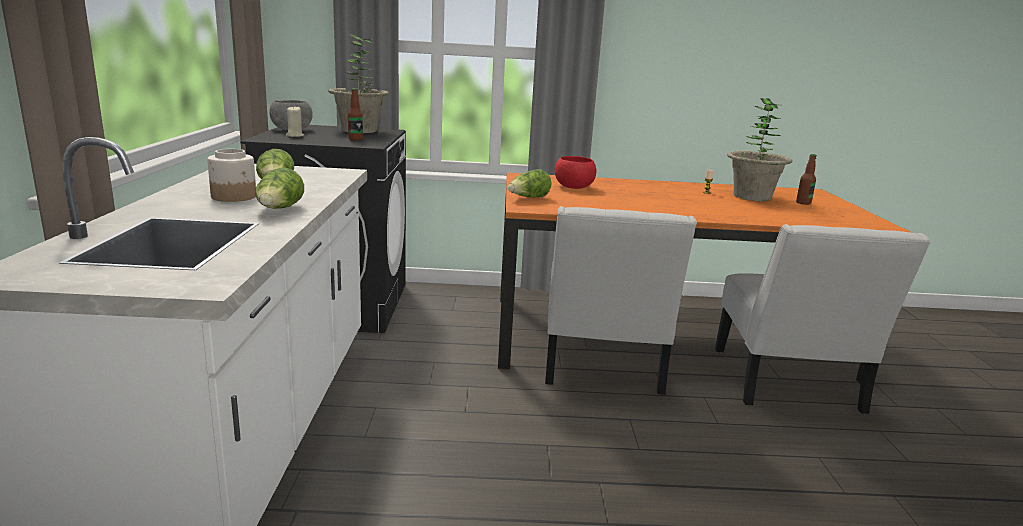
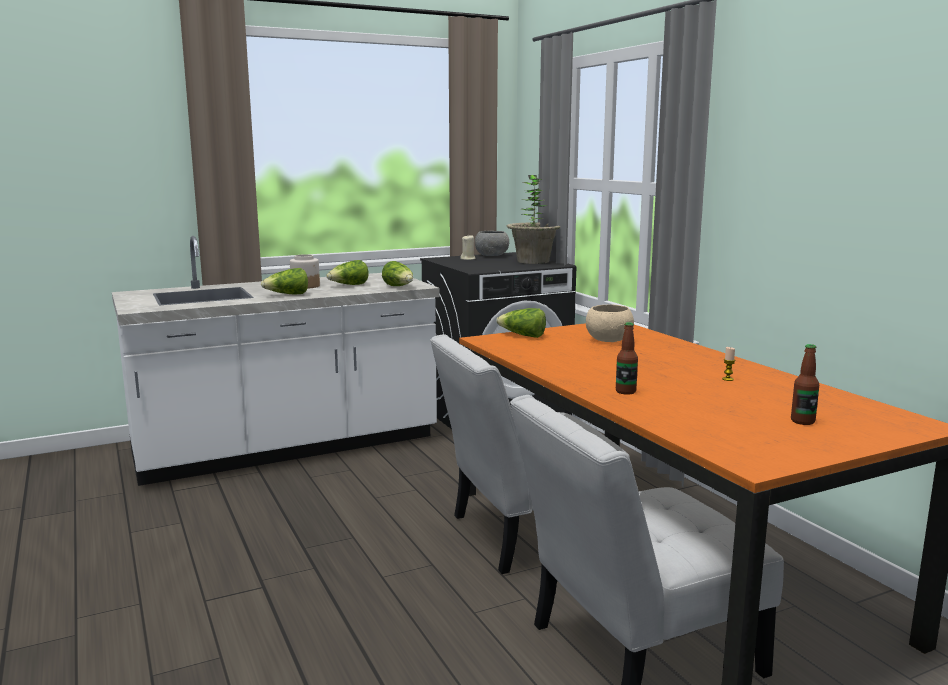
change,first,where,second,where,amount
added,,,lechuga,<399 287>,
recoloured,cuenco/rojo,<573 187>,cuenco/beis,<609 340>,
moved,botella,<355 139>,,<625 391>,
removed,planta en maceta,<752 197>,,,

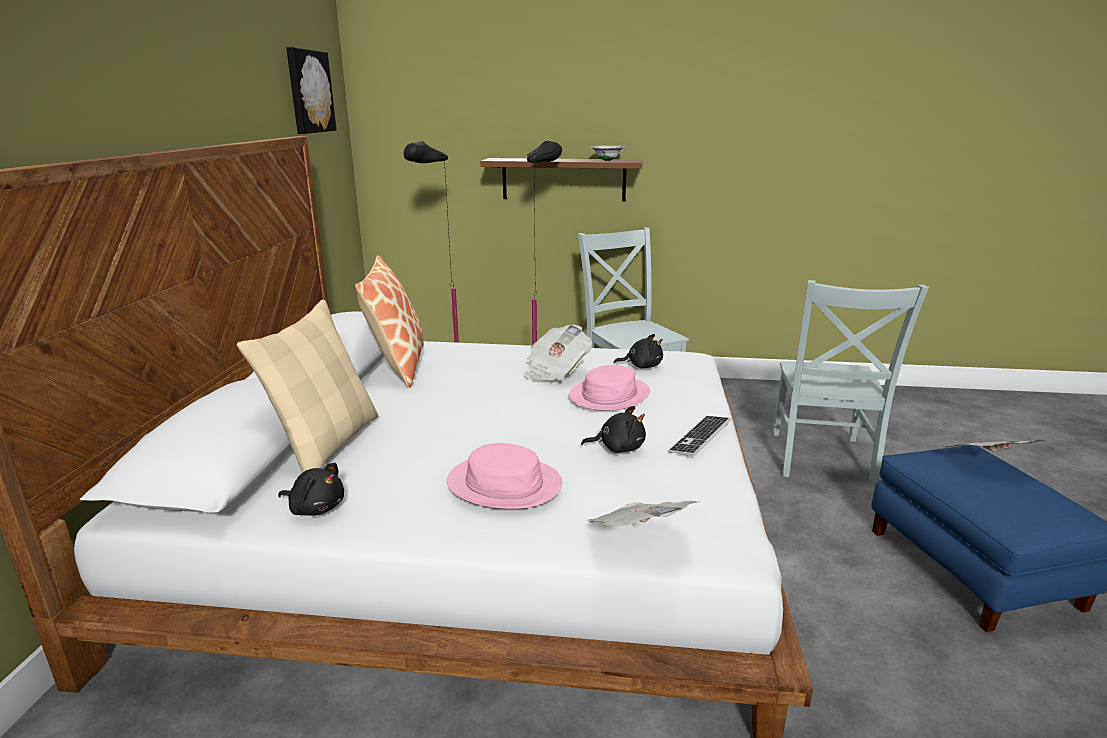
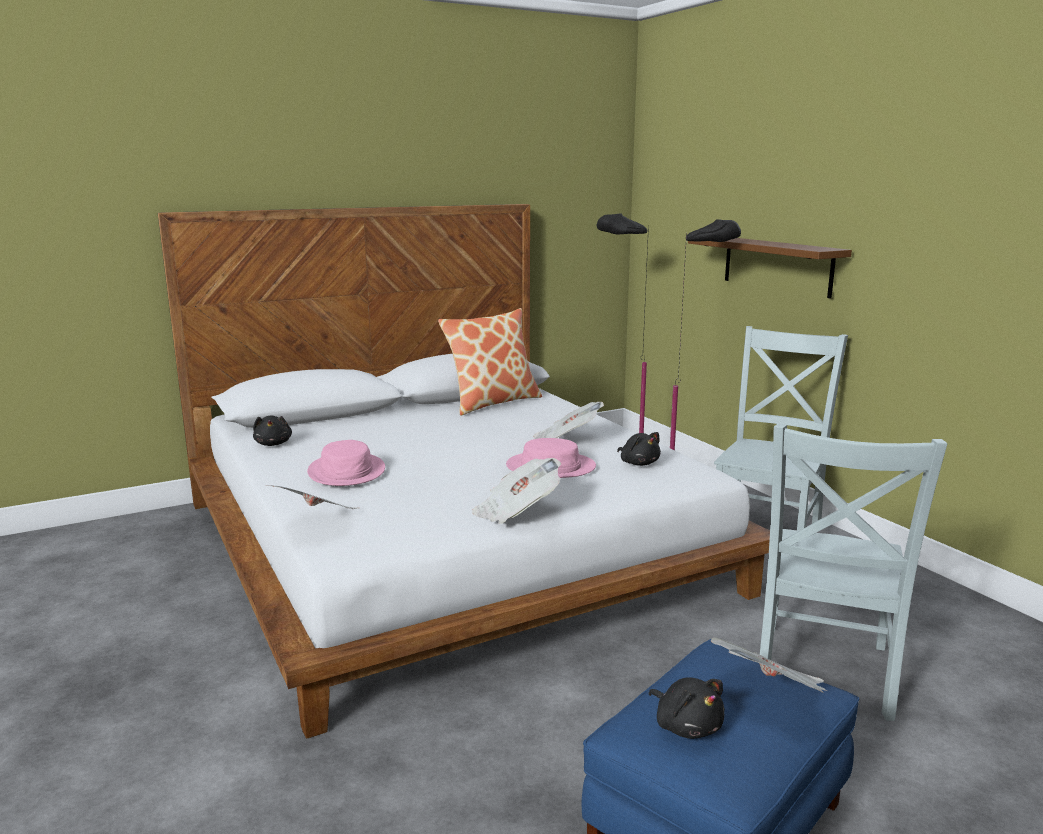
change,first,where,second,where,amount
replaced,teclado,<700 437>,periódico,<516 512>,
moved,peluche/negro,<618 448>,,<686 726>,
turned,silla/gris,<821 459>,,<822 673>,45 degrees counterclockwise
removed,cojín/beis,<327 444>,,,
removed,cuadro,<309 91>,,,
removed,cuenco/blanco,<607 160>,,,

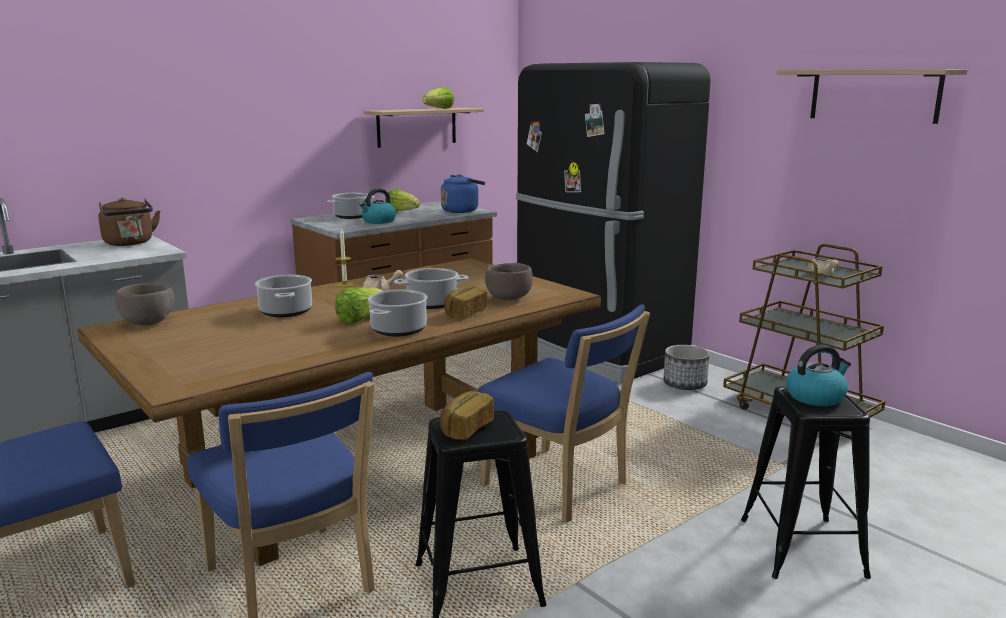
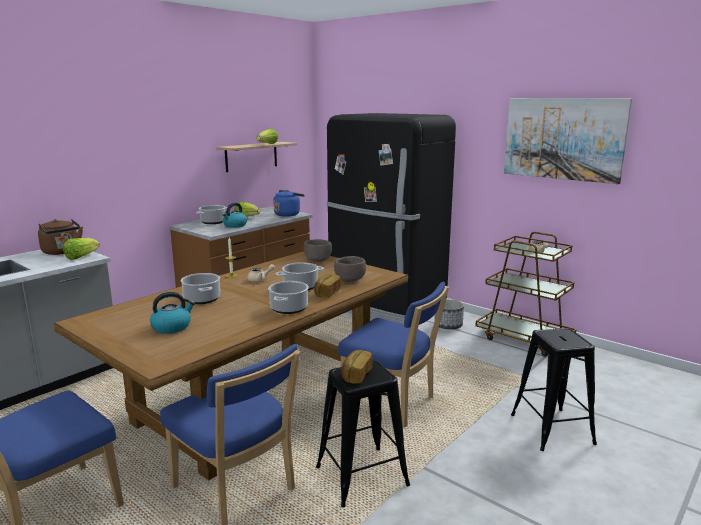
change,first,where,second,where,amount
moved,lechuga,<361 319>,,<81 257>,
moved,hervidor,<815 397>,,<172 327>,
moved,cuenco/marrón,<148 323>,,<318 261>,
replaced,estante,<873 95>,cuadro,<563 139>,

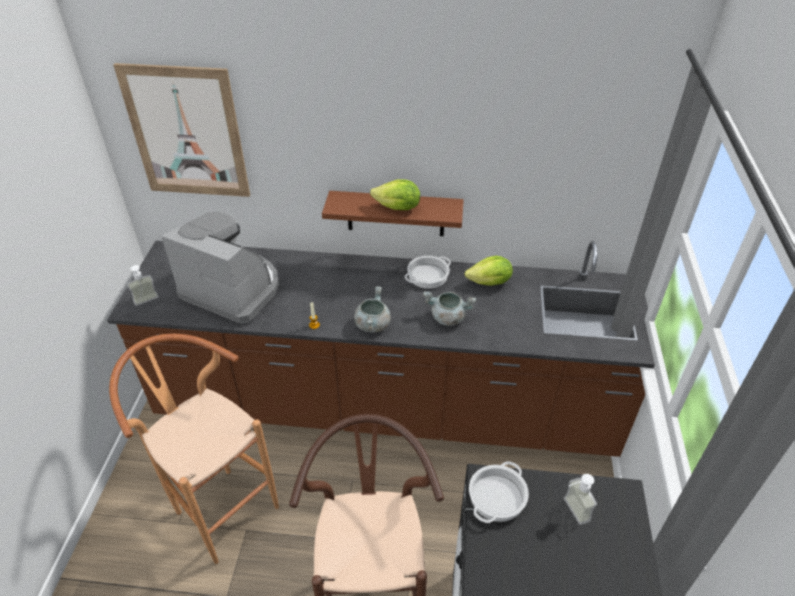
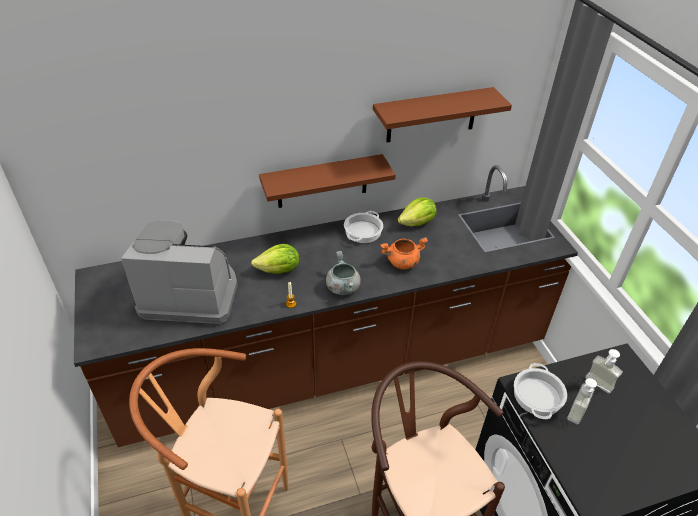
change,first,where,second,where,amount
moved,lechuga,<398 208>,,<279 270>,
added,,,estante/marrón,<432 115>,
recoloured,olla/gris,<447 318>,olla/naranja,<402 262>,
moved,dispensador de jabón,<147 302>,,<582 415>,
removed,cuadro,<187 133>,,,

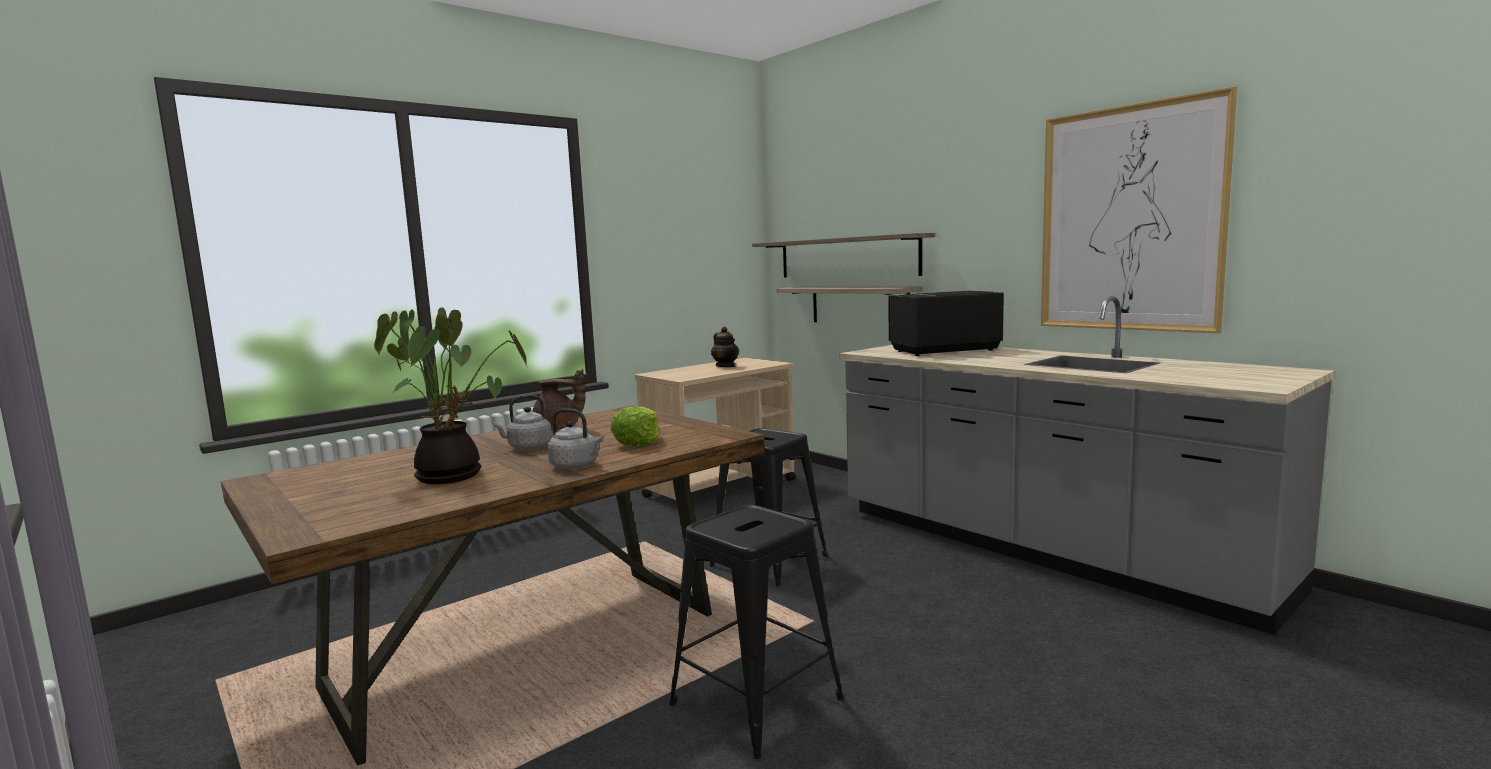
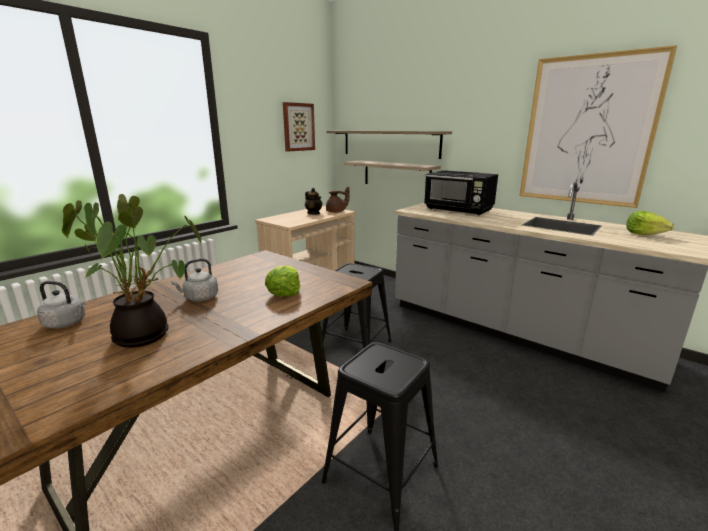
change,first,where,second,where,amount
moved,hervidor/gris,<576 466>,,<67 323>,
added,,,cuadro,<298 127>,
moved,tetera/marrón,<558 428>,,<336 212>,
turned,microondas/negro,<942 350>,,<459 210>,120 degrees counterclockwise
added,,,lechuga,<644 234>,

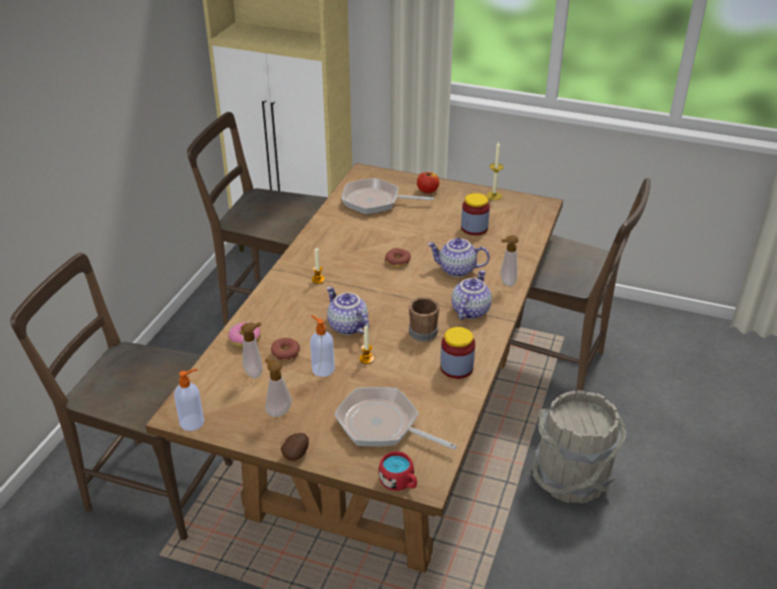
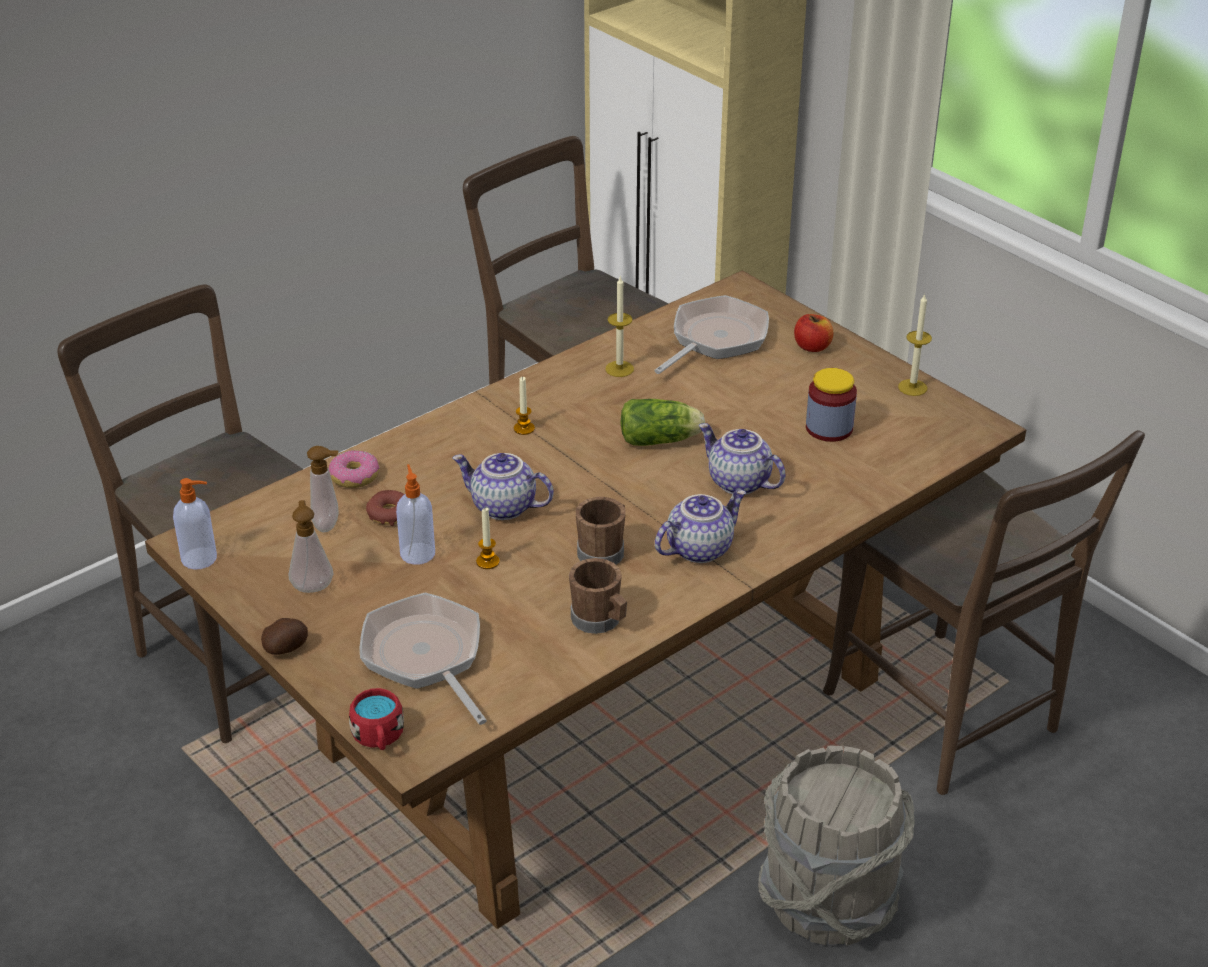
change,first,where,second,where,amount
turned,tetera,<346 326>,,<502 507>,60 degrees counterclockwise
replaced,tarro,<456 368>,taza grande/marrón,<599 621>,
added,,,vela,<619 369>,
replaced,rosquilla,<398 261>,lechuga,<662 440>,
turned,sartén,<375 201>,,<715 339>,90 degrees clockwise
removed,dispensador de jabón,<506 282>,,,

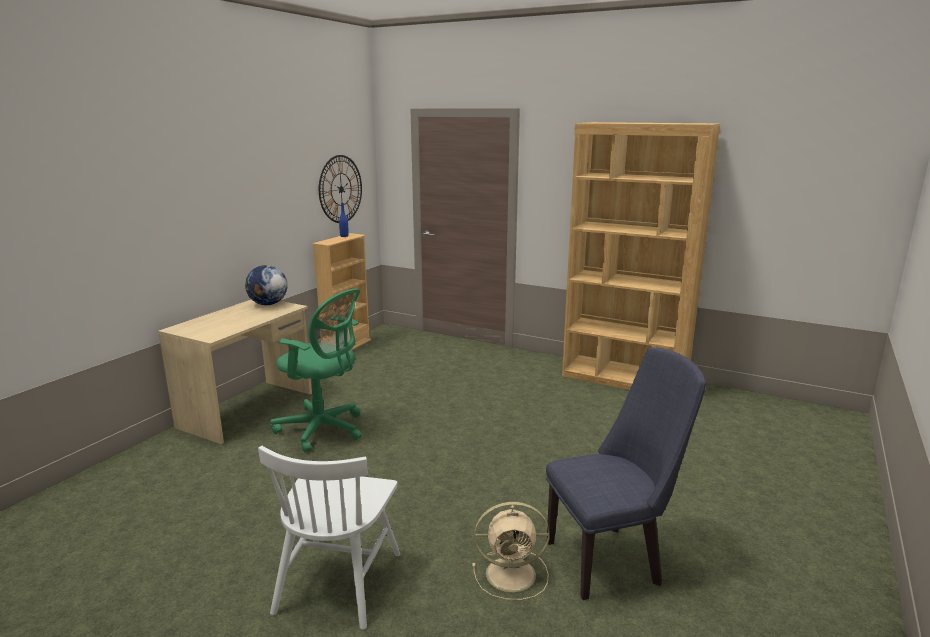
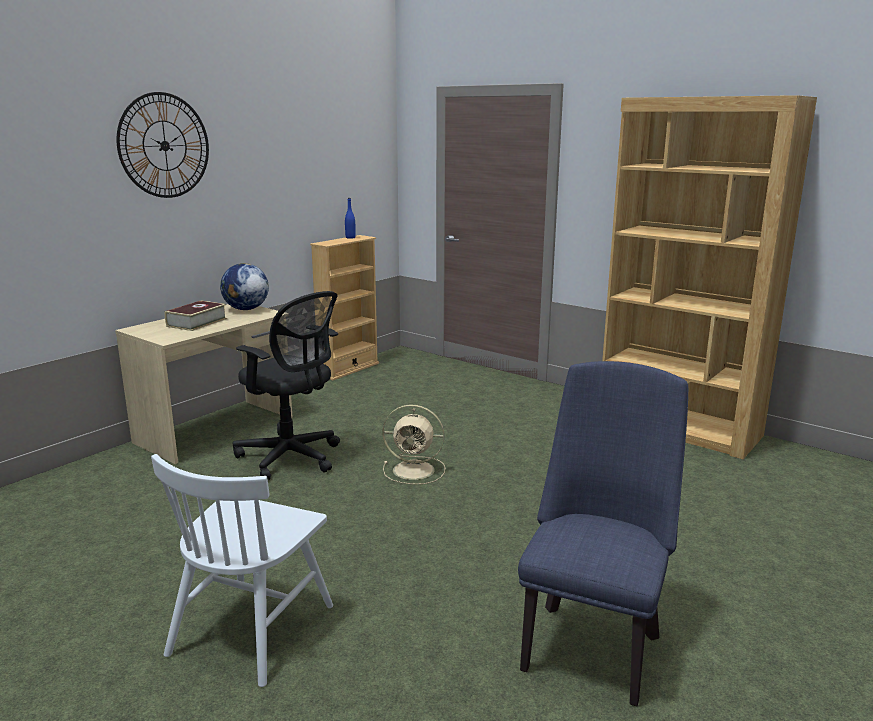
change,first,where,second,where,amount
moved,reloj de pared,<341 189>,,<164 145>,
added,,,libro,<197 322>,
recoloured,silla de oficina/verde,<323 430>,silla de oficina/negro,<292 458>,
moved,ventilador/beis,<513 574>,,<415 470>,
turned,silla/azul,<611 559>,,<592 643>,60 degrees counterclockwise

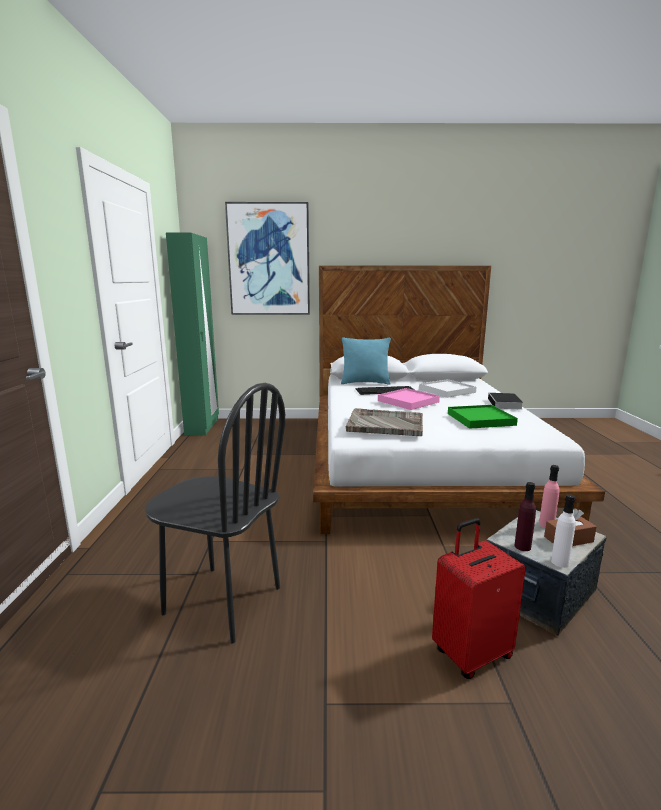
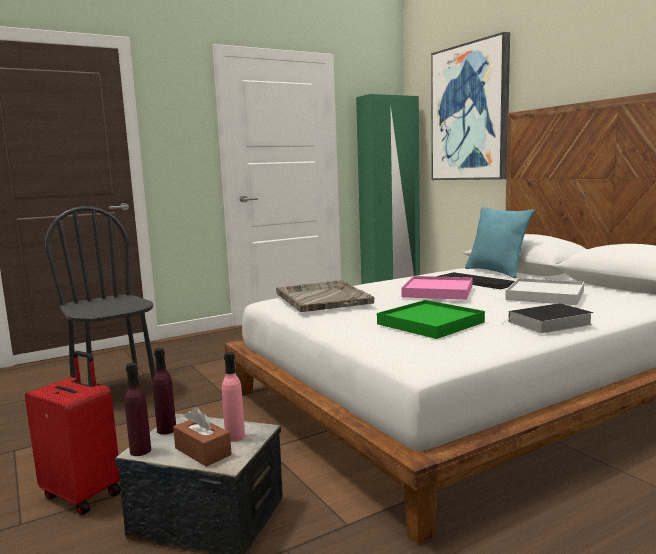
change,first,where,second,where,amount
turned,silla/negro,<222 601>,,<115 391>,150 degrees clockwise
recoloured,botella/blanco,<560 562>,botella/morado,<140 451>,

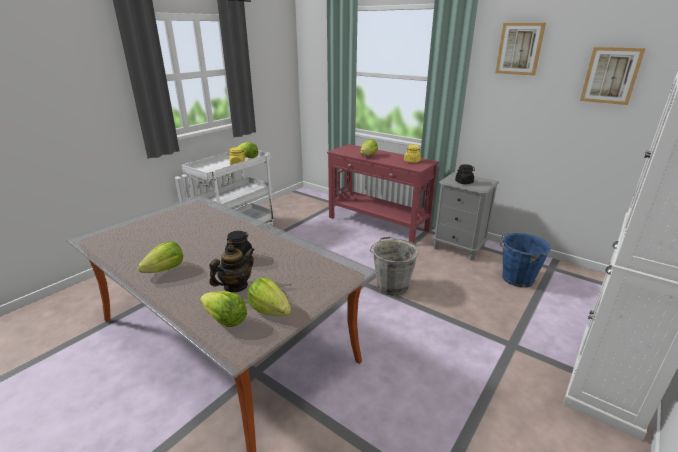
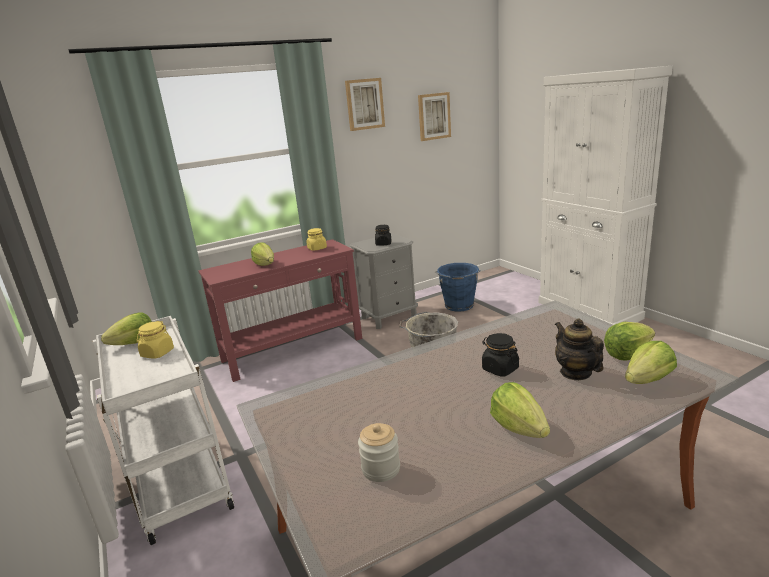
change,first,where,second,where,amount
added,,,tarro,<381 469>,

